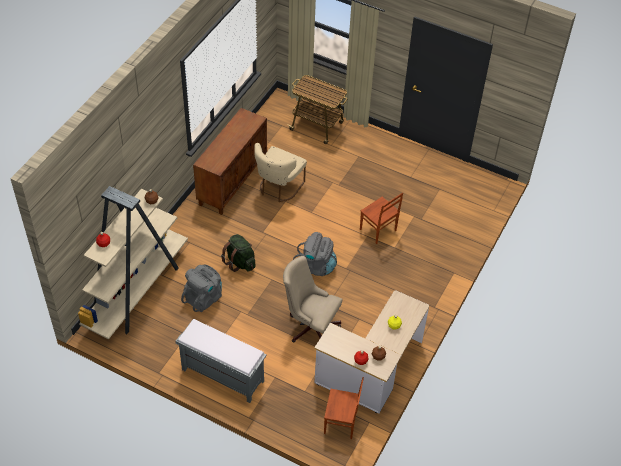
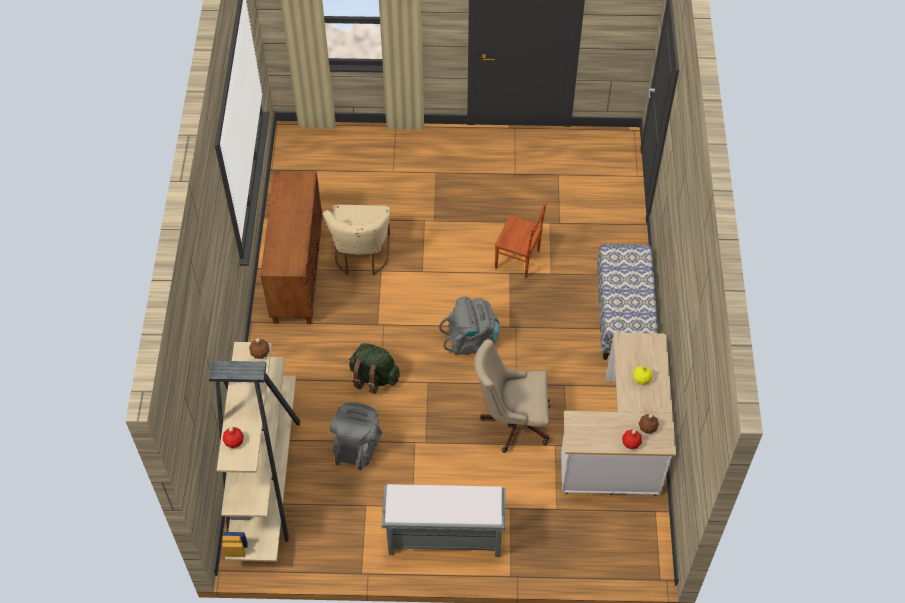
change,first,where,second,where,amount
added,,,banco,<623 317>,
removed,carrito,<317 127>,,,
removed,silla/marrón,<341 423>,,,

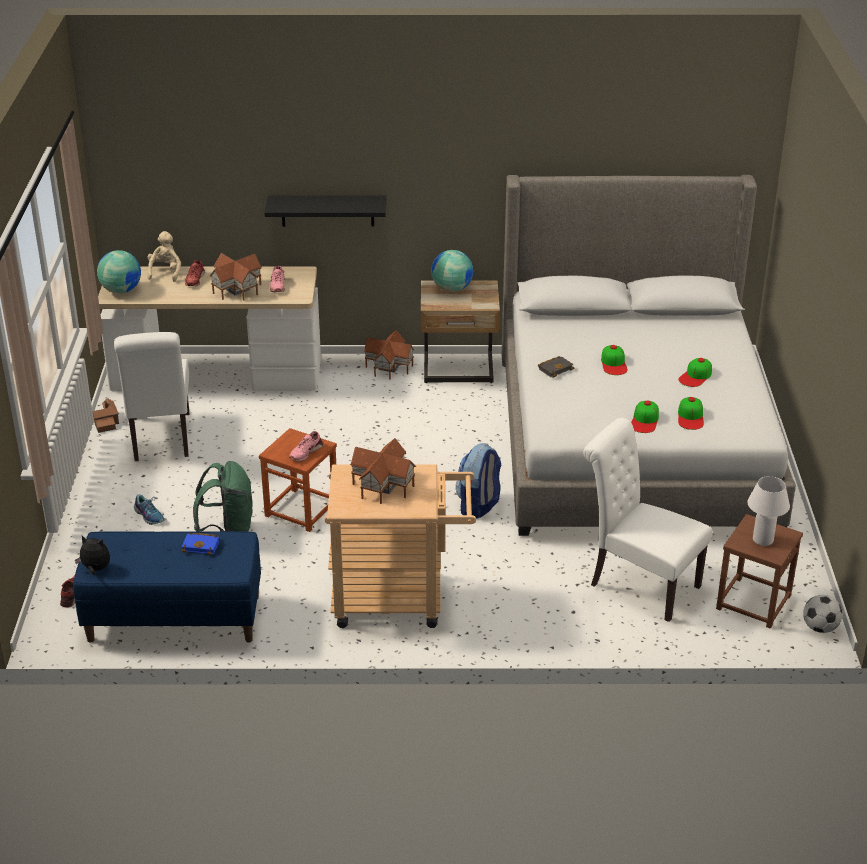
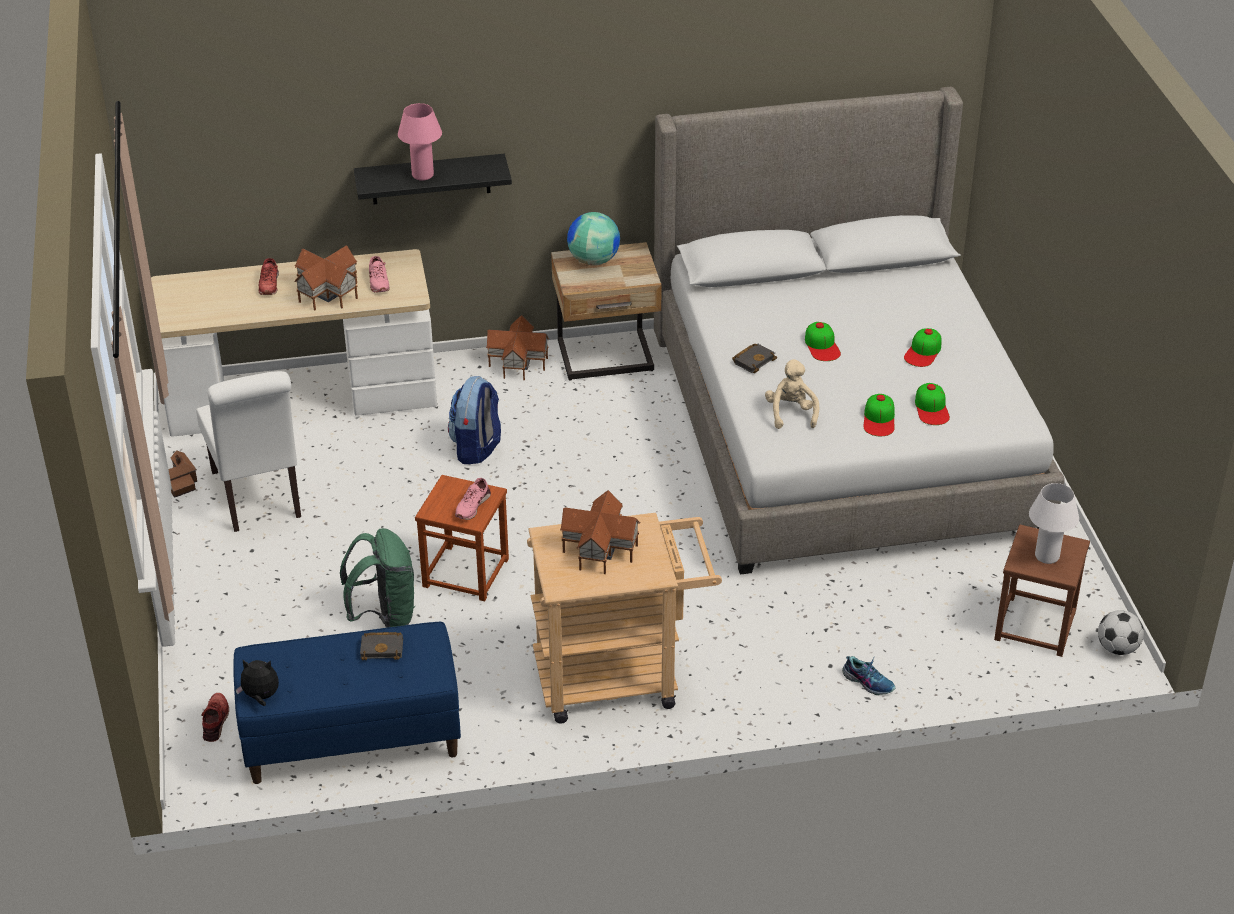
change,first,where,second,where,amount
recoloured,libro/azul,<202 545>,libro/negro,<383 648>,
added,,,lámpara de mesa/rosa,<423 175>,
moved,mochila,<478 506>,,<476 448>,
moved,peluche/beis,<166 272>,,<791 413>,
moved,zapato,<149 515>,,<868 682>,
removed,globo terráqueo,<121 290>,,,
removed,silla/blanco,<638 583>,,,

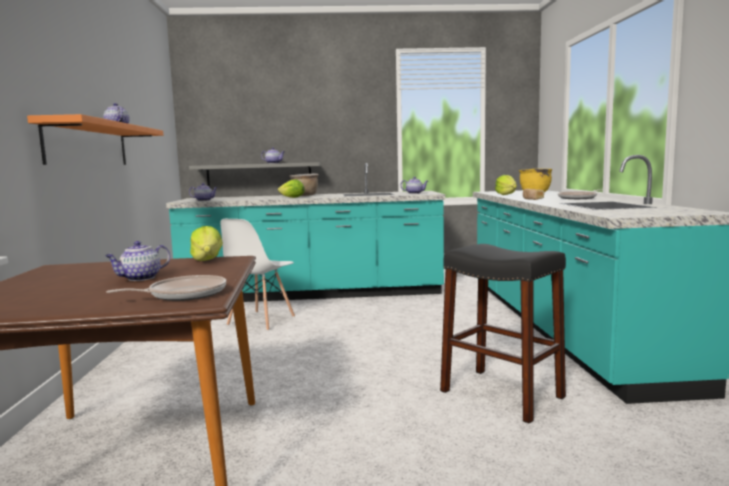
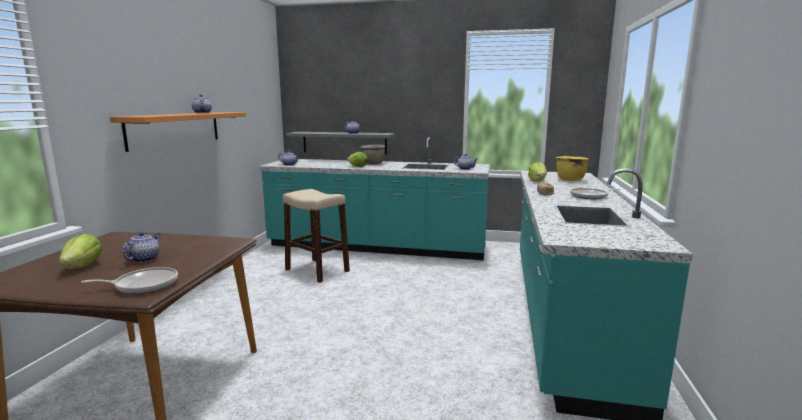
change,first,where,second,where,amount
moved,lechuga,<207 260>,,<83 266>,
turned,tetera,<140 278>,,<144 259>,135 degrees clockwise
replaced,silla/blanco,<261 321>,taburete/beis,<317 270>,
removed,taburete/negro,<501 394>,,,

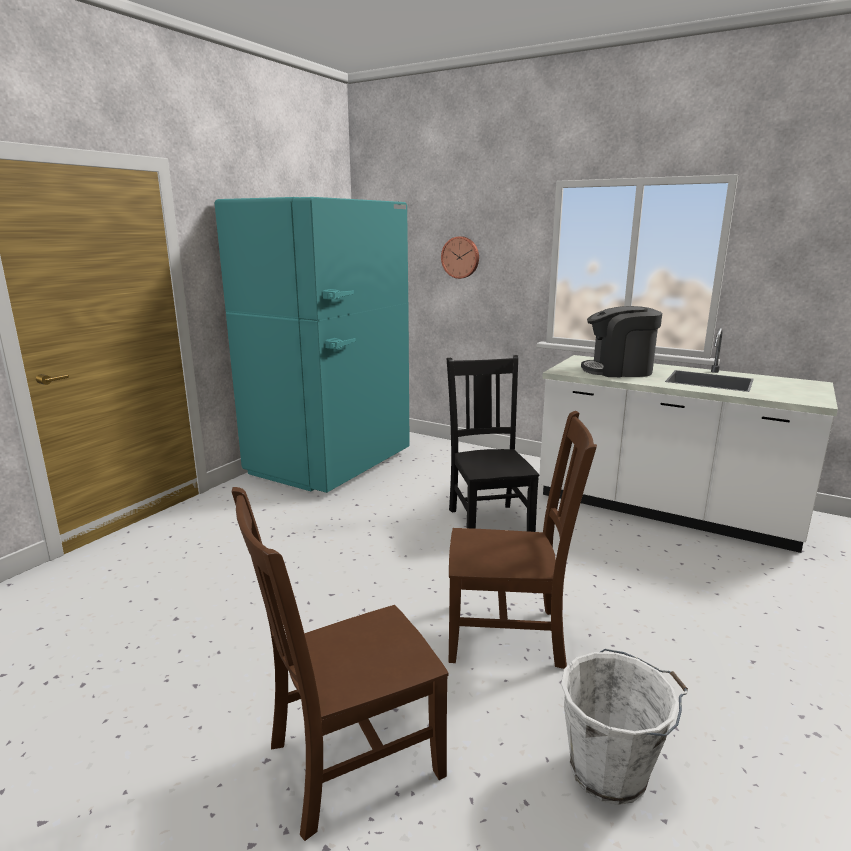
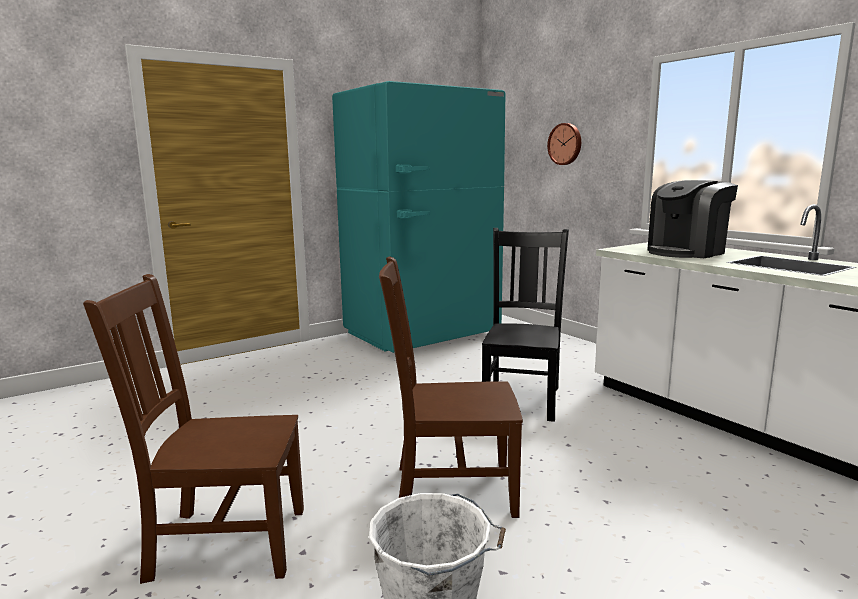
change,first,where,second,where,amount
turned,silla/marrón,<510 635>,,<449 490>,150 degrees clockwise
turned,cafetera,<618 370>,,<687 252>,60 degrees counterclockwise

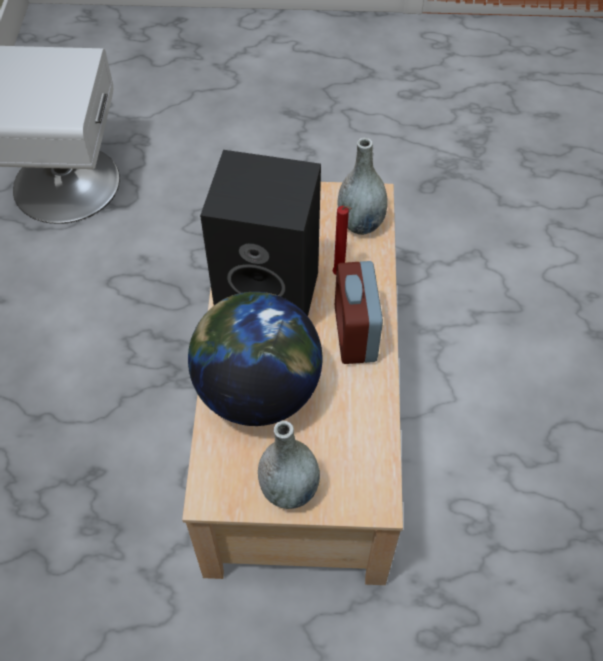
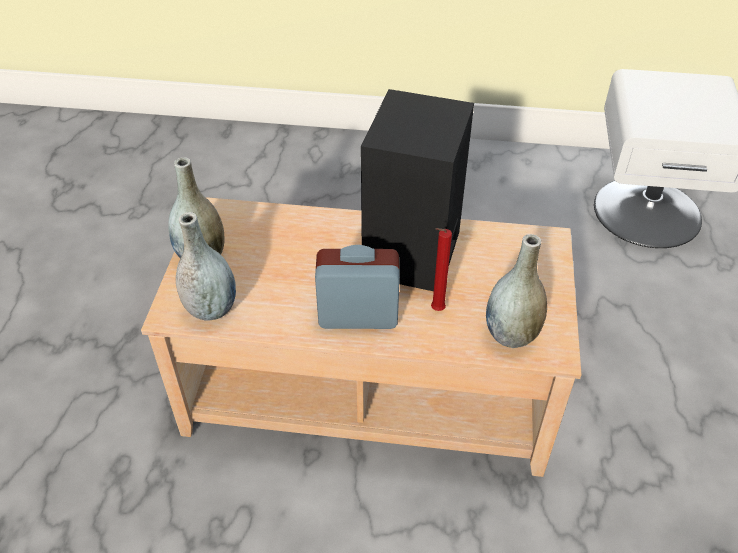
change,first,where,second,where,amount
added,,,florero/gris,<211 309>,
removed,globo terráqueo,<257 390>,,,

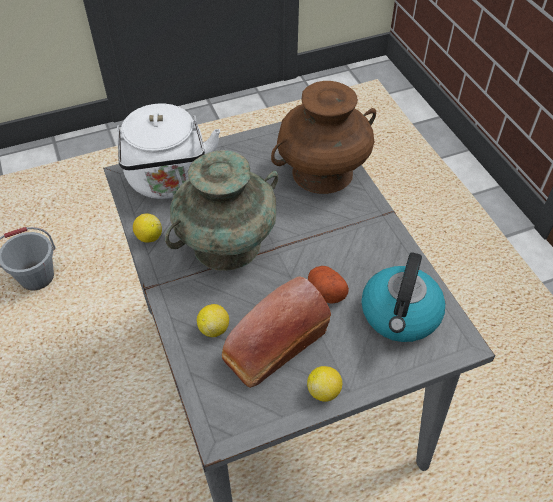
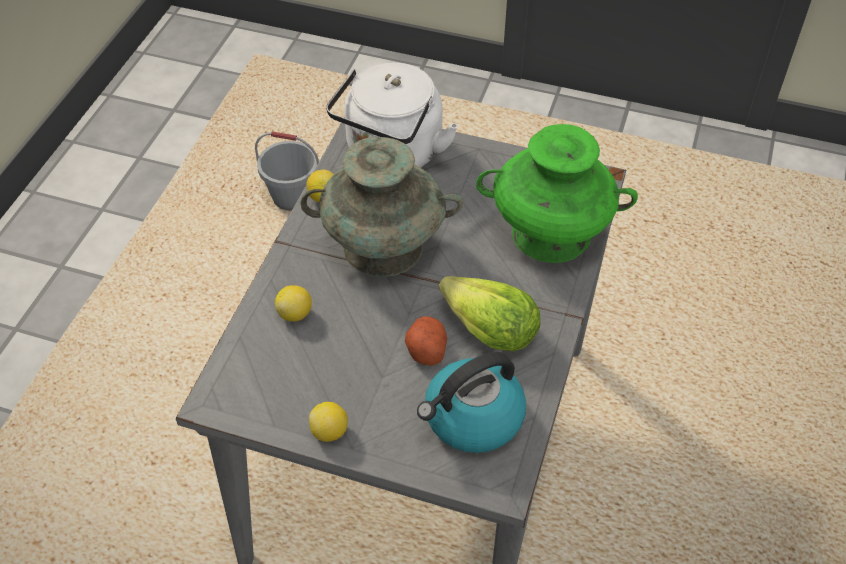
change,first,where,second,where,amount
added,,,lechuga,<488 330>,
recoloured,florero/marrón,<322 173>,florero/verde,<550 234>,
removed,pan,<272 347>,,,

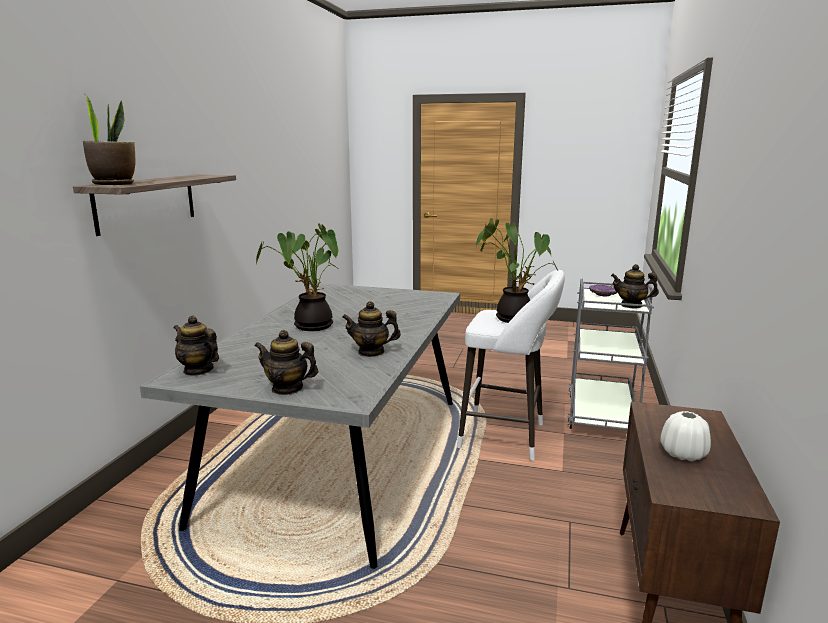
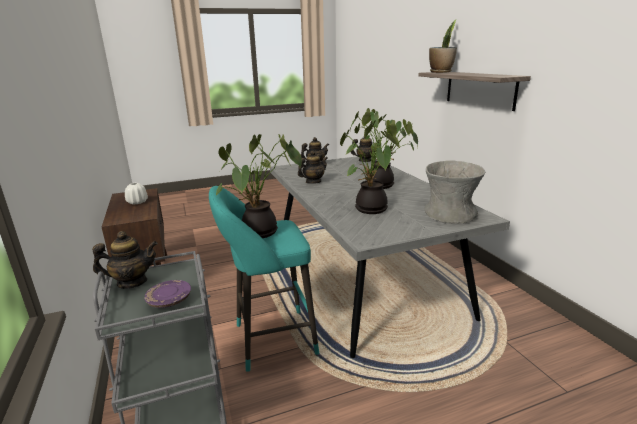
change,first,where,second,where,amount
recoloured,taburete/blanco,<507 436>,taburete/turquesa,<270 340>,
added,,,planta en maceta,<373 210>,
added,,,florero/gris,<449 214>,

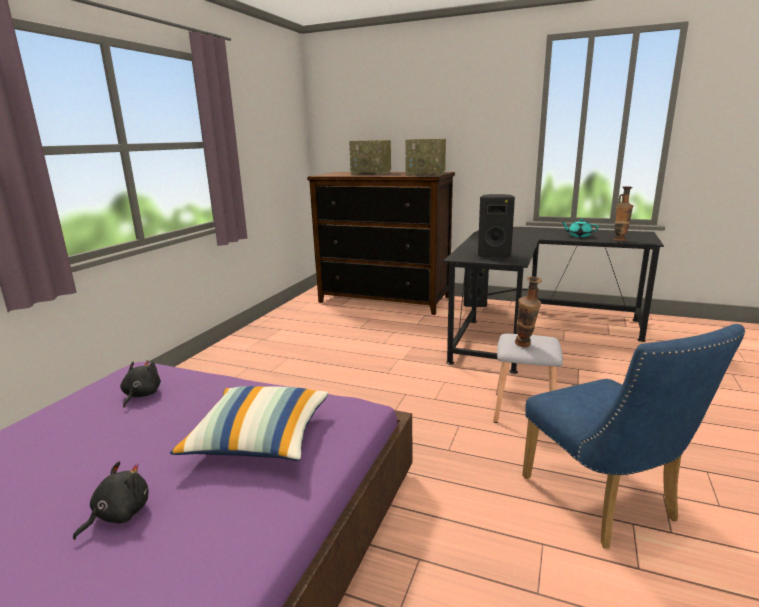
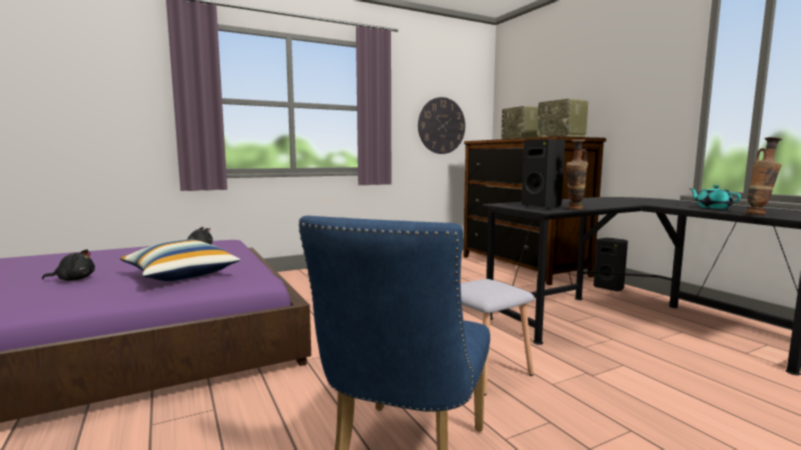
change,first,where,second,where,amount
added,,,reloj de pared,<441 125>,
moved,florero,<525 346>,,<574 209>,

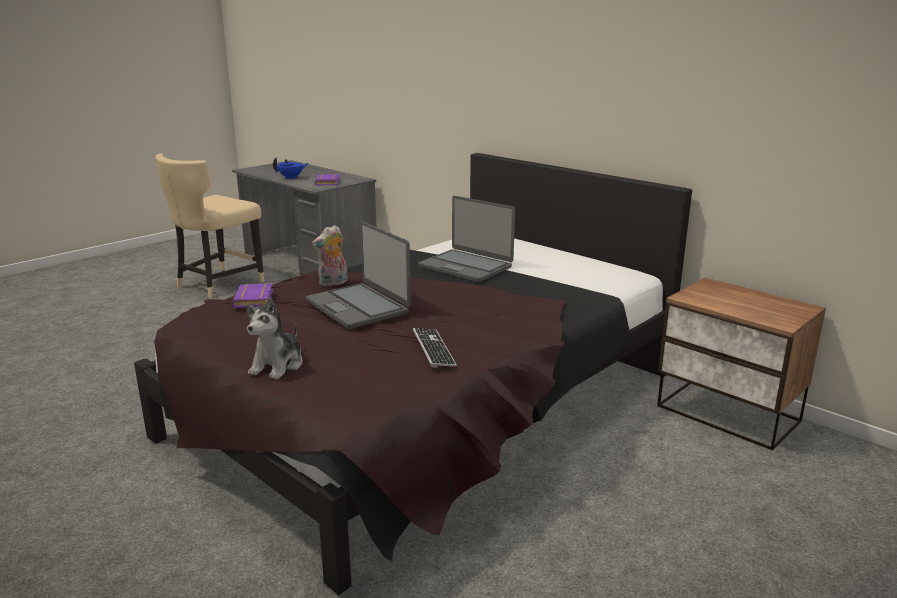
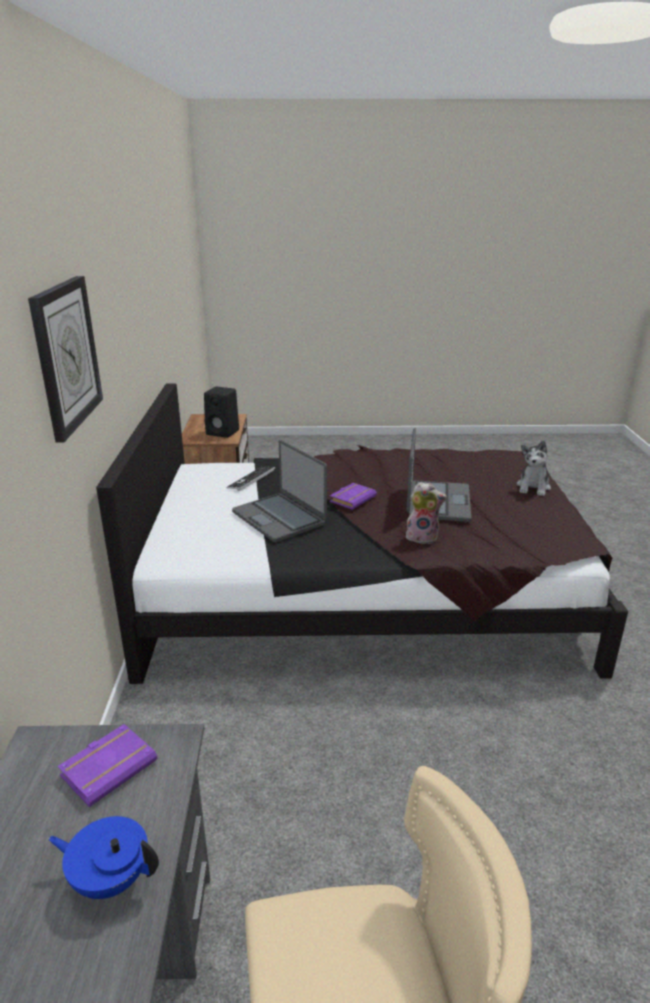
change,first,where,second,where,amount
added,,,reloj de pared,<66 355>,
added,,,altavoz/negro,<224 432>,
moved,teclado,<433 349>,,<251 479>,
turned,portátil,<466 267>,,<279 518>,150 degrees clockwise
moved,libro/morado,<255 300>,,<352 498>,
turned,peluche,<278 365>,,<533 487>,135 degrees clockwise

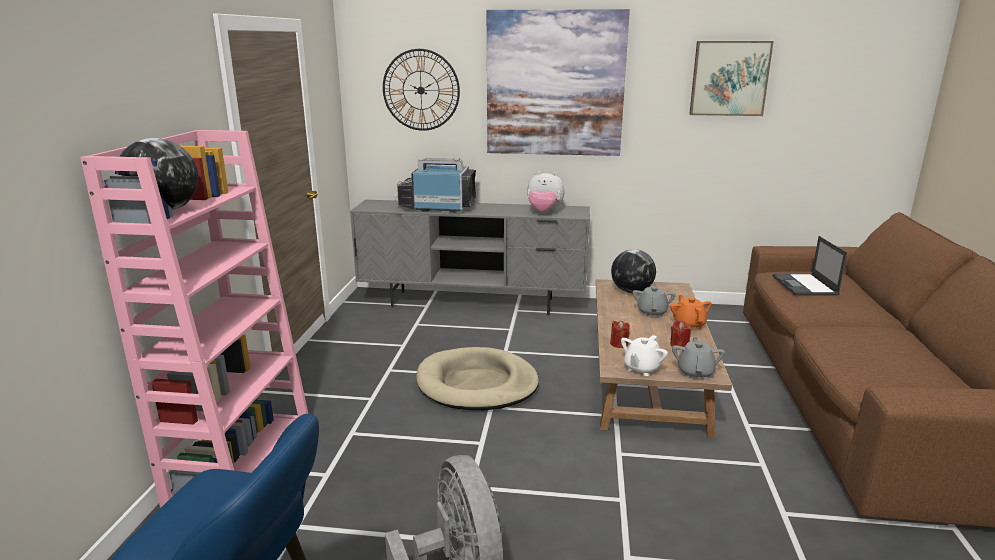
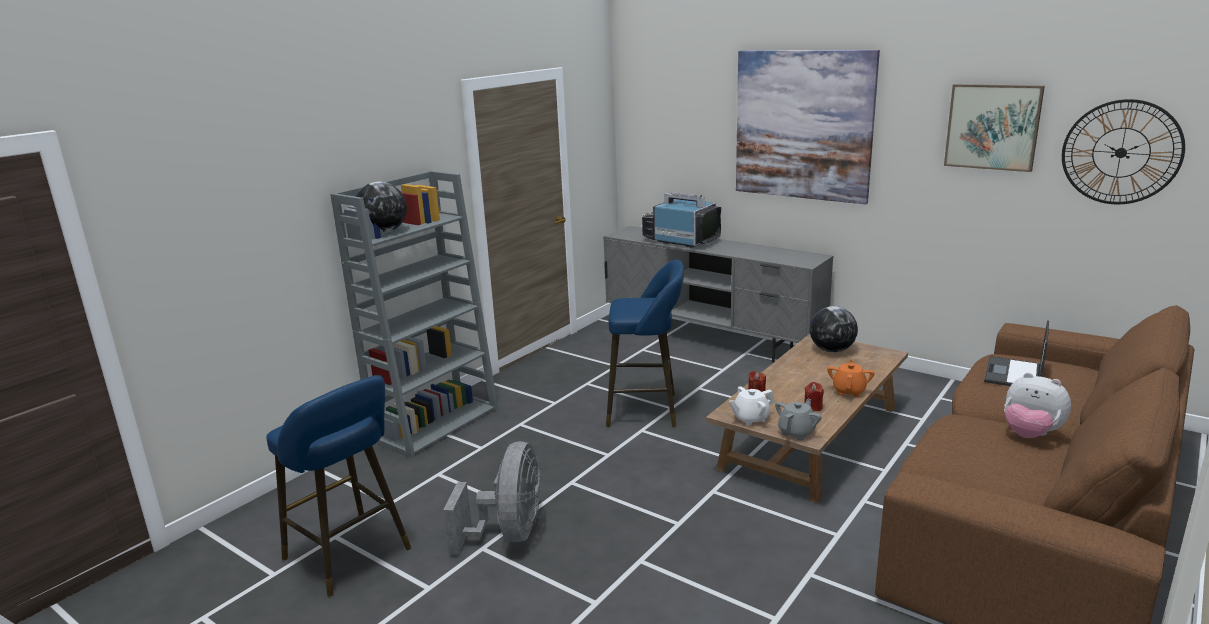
change,first,where,second,where,amount
recoloured,estantería/rosa,<242 459>,estantería/gris,<436 424>,
replaced,cama para perro/beis,<477 384>,taburete/azul,<647 410>,
moved,peluche,<544 212>,,<1030 434>,
moved,reloj de pared,<421 90>,,<1121 152>,
removed,tetera/gris,<652 312>,,,

